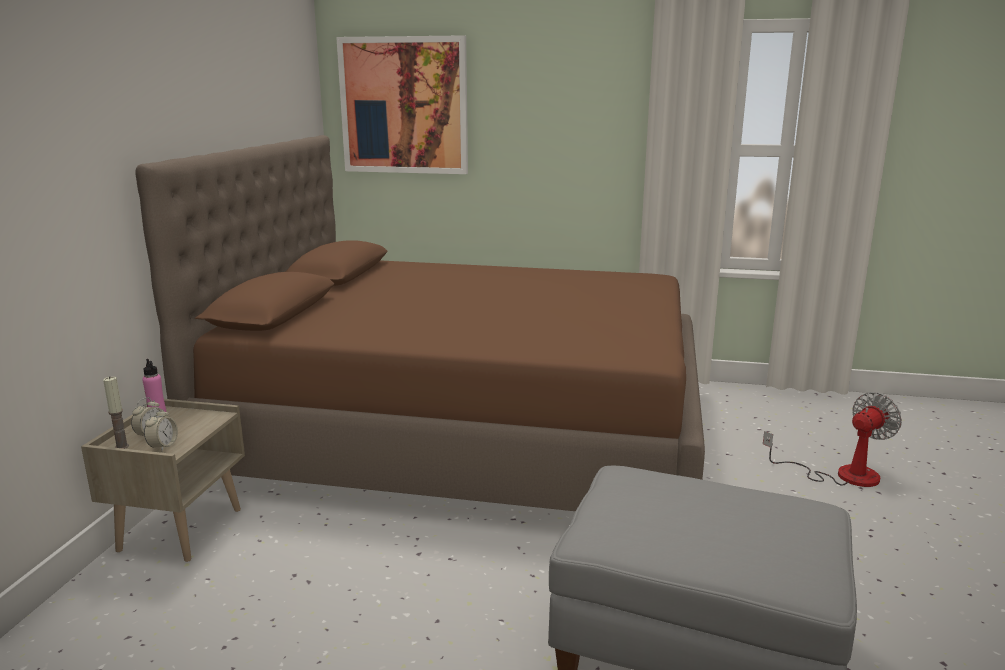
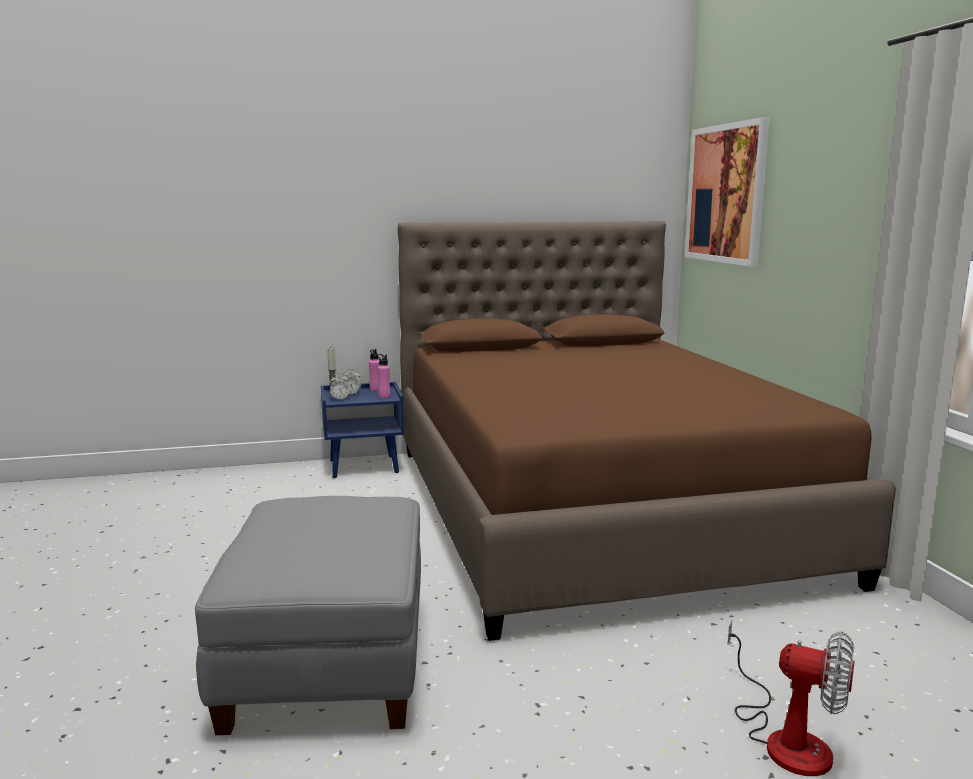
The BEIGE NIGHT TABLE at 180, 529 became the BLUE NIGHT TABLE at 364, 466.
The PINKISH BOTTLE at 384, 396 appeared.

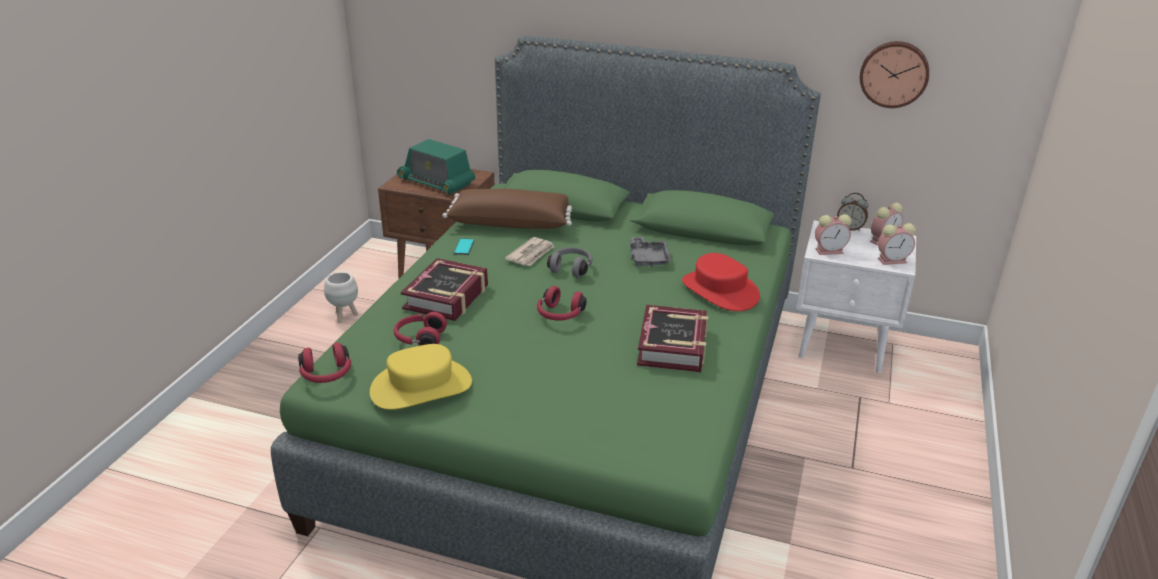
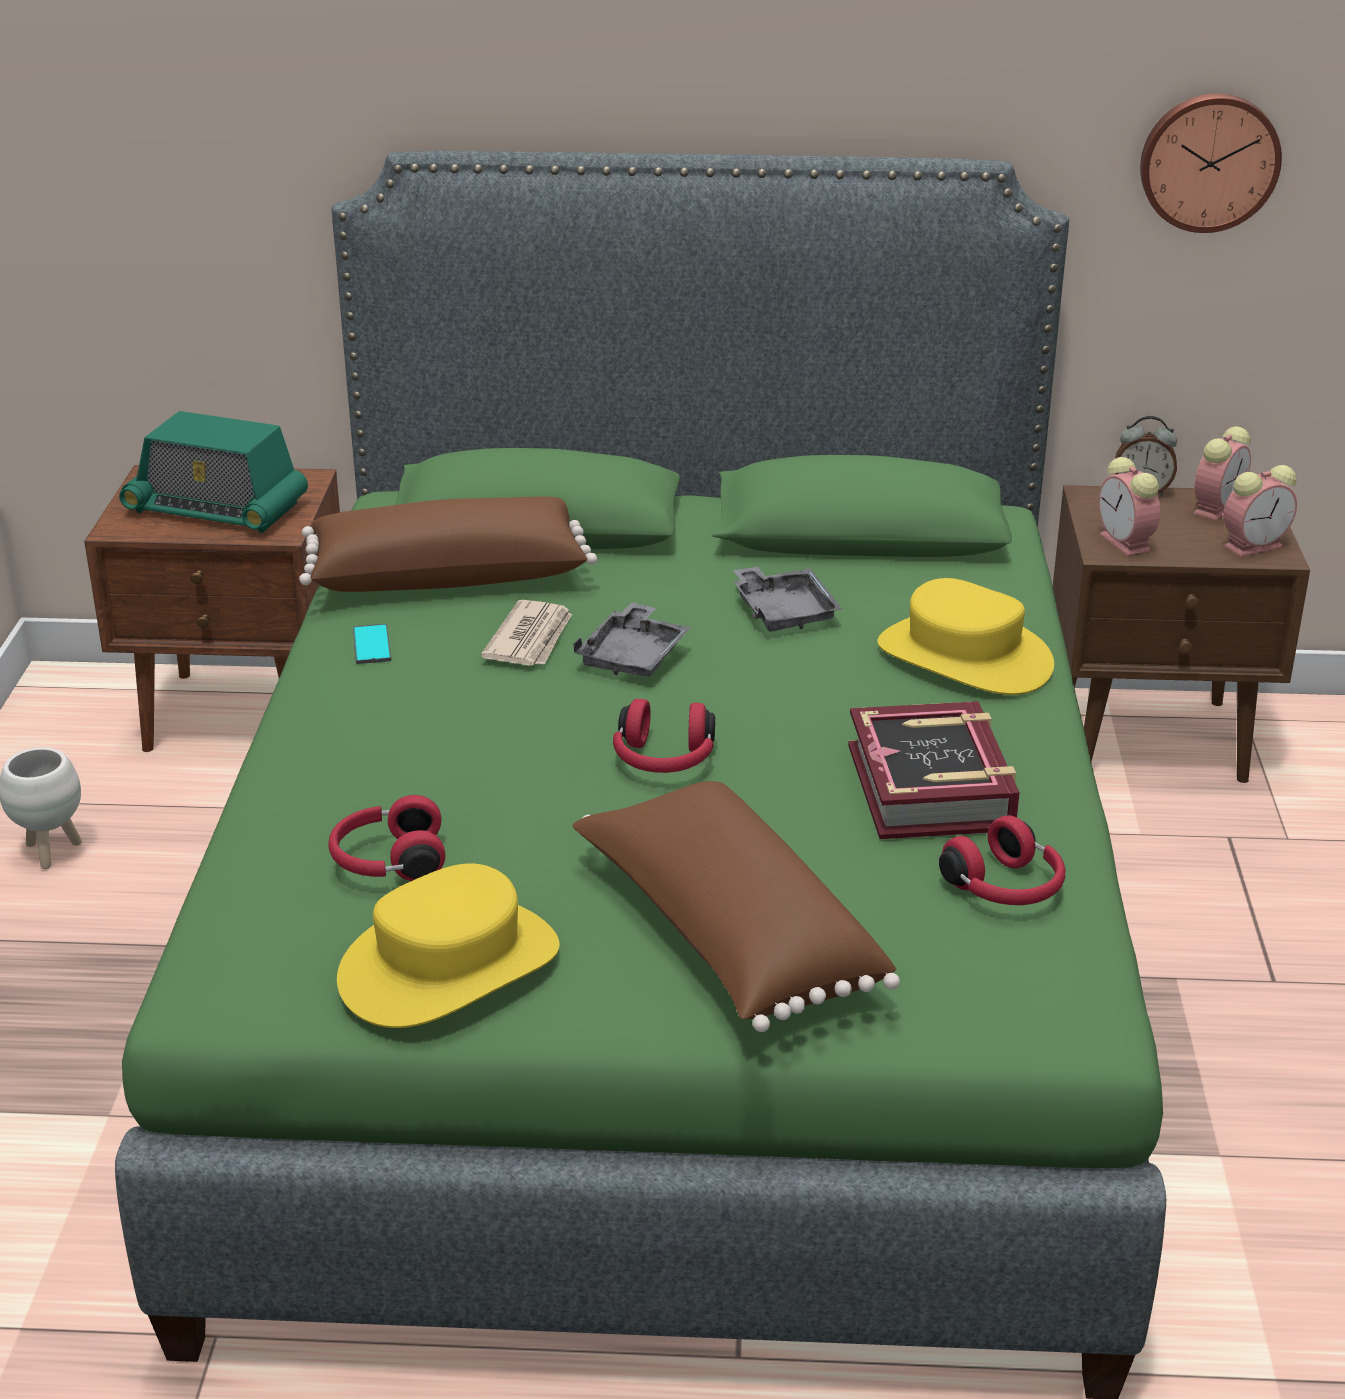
The ALARM CLOCK at 830, 251 turned 90 degrees clockwise.
The WHITISH NIGHT TABLE at 843, 346 became the BROWN NIGHT TABLE at 1155, 739.
The GRAY HEADSET at 571, 268 was replaced by the GRAY CARRYING TRAY at 634, 657.
The RED HAT at 719, 290 became the YELLOW-COLOURED HAT at 963, 657.
The VOLUME at 447, 297 disappeared.
The RED HEADSET moved from 326, 375 to 1005, 889.
The BROWN THROW PILLOW at 726, 936 appeared.

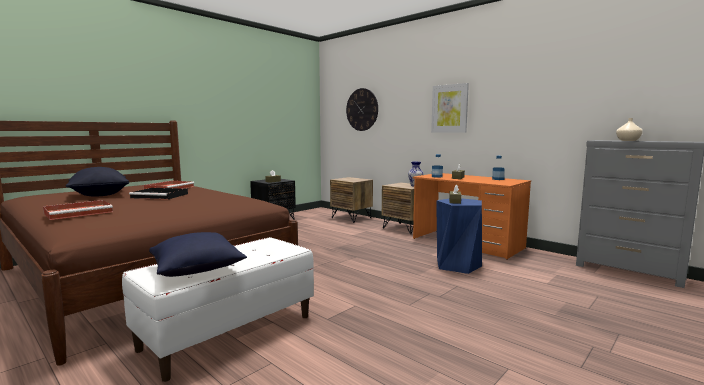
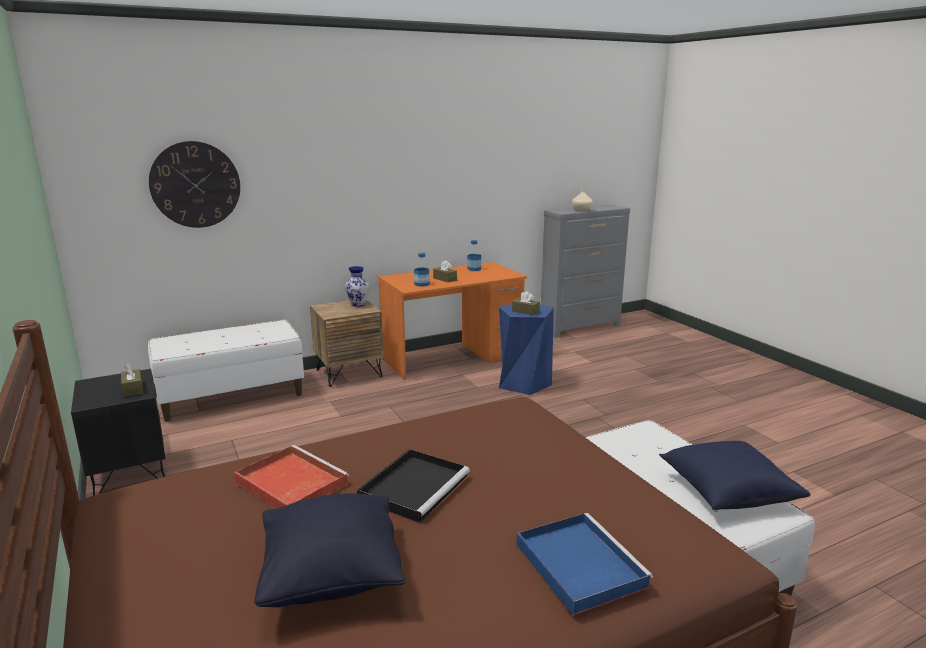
The WALL ART at 449, 108 disappeared.
The BROWN NIGHT TABLE at 351, 218 was replaced by the WHITISH BENCH at 232, 396.
The RED CARRYING TRAY at 80, 212 became the BLUE CARRYING TRAY at 577, 564.

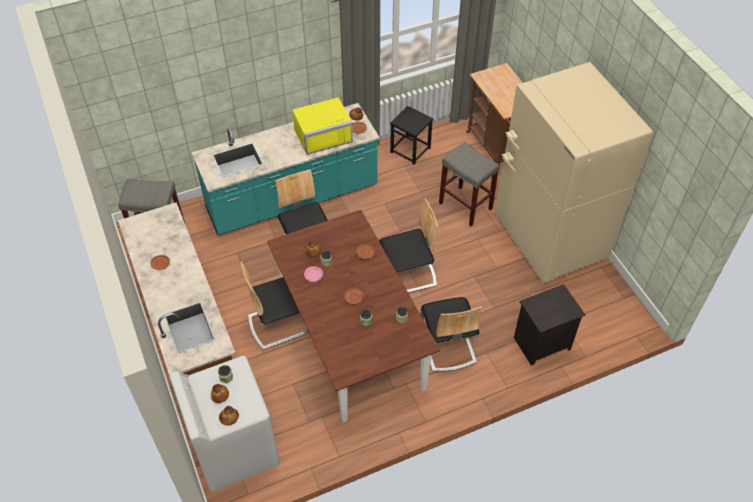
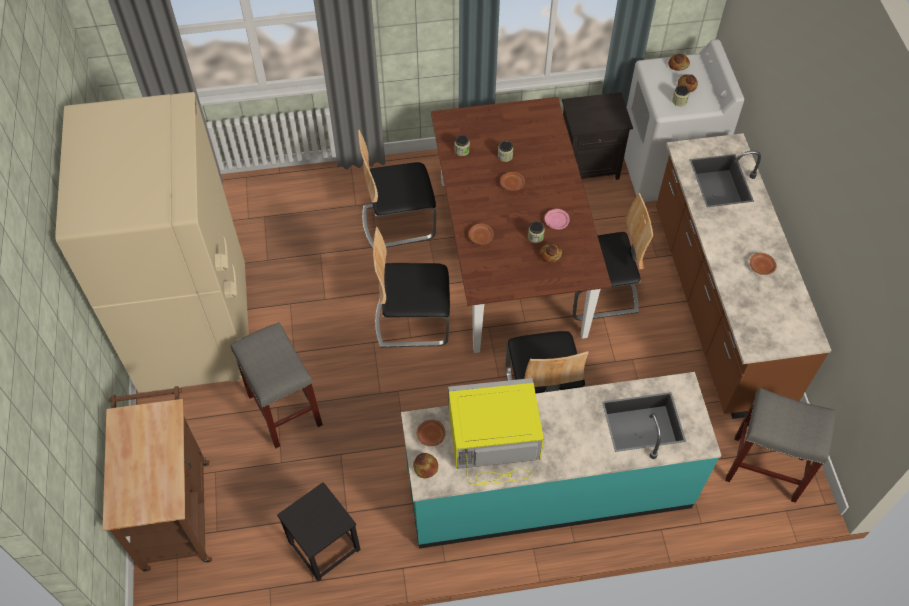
The BLACK-COLOURED NIGHT TABLE moved from 541, 344 to 589, 165.
The UPRIGHT CHAIR at 447, 345 turned 105 degrees counterclockwise.

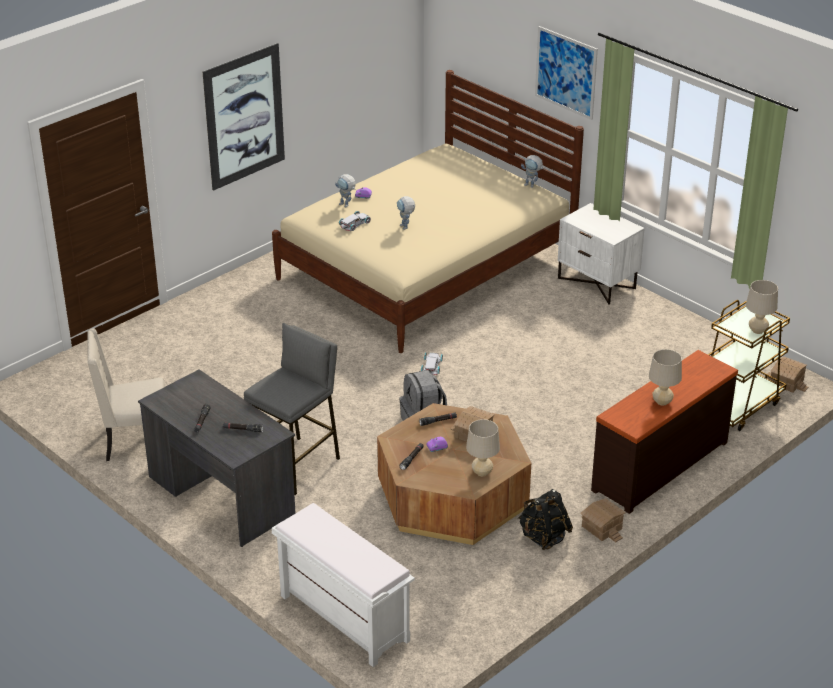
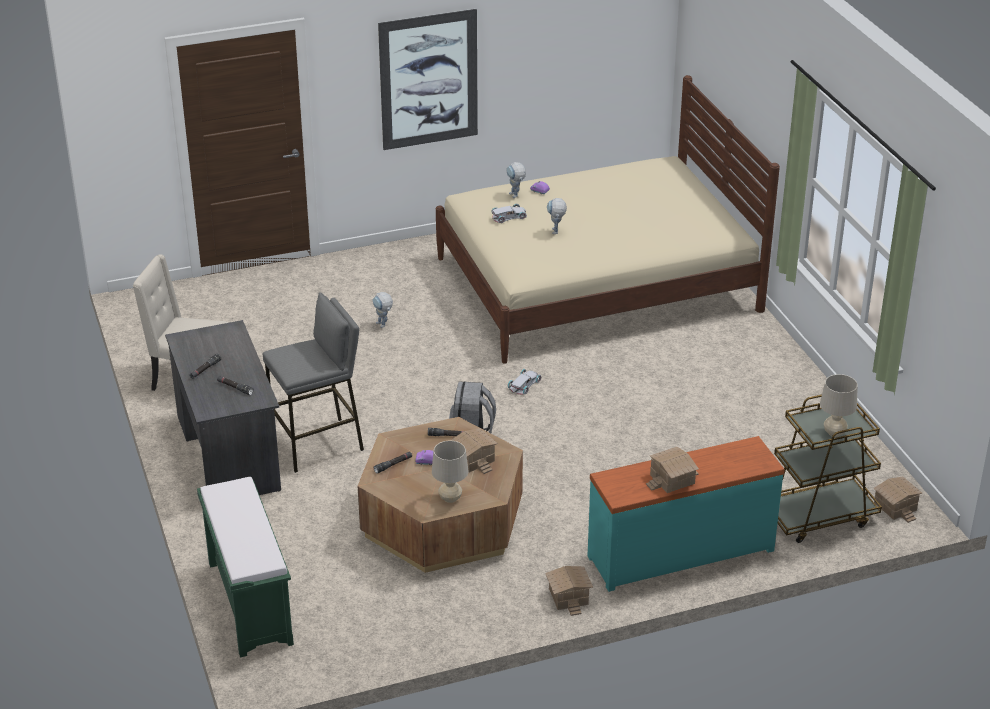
The WALL ART at 566, 72 disappeared.
The ROBOT FIGURE moved from 532, 186 to 383, 326.
The WHITISH NIGHT TABLE at 597, 283 disappeared.
The BEIGE TABLETOP LAMP at 662, 402 was replaced by the MODEL HOUSE at 671, 479.
The BROWN CHEST OF DRAWERS at 658, 465 became the BLUE-GREEN CHEST OF DRAWERS at 679, 552.
The BLACK-COLOURED BACKPACK at 543, 537 disappeared.
The WHITISH BENCH at 342, 618 became the GREENISH BENCH at 248, 602.

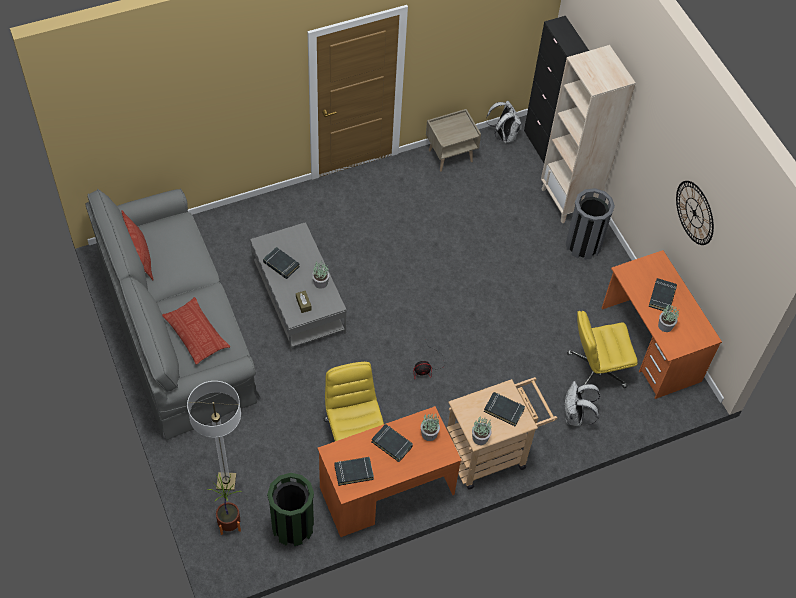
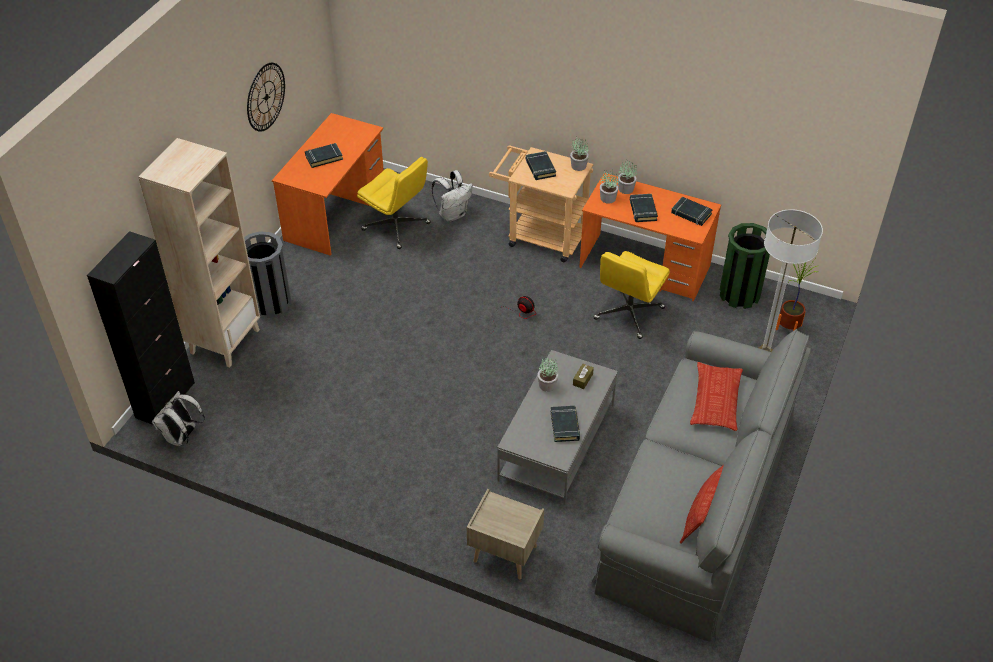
The BEIGE NIGHT TABLE moved from 450, 155 to 504, 554.
The POTTED PLANT moved from 665, 326 to 626, 189.

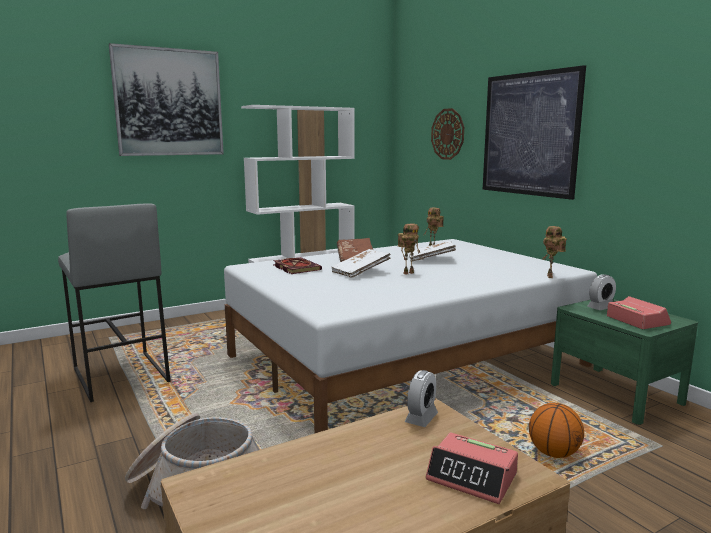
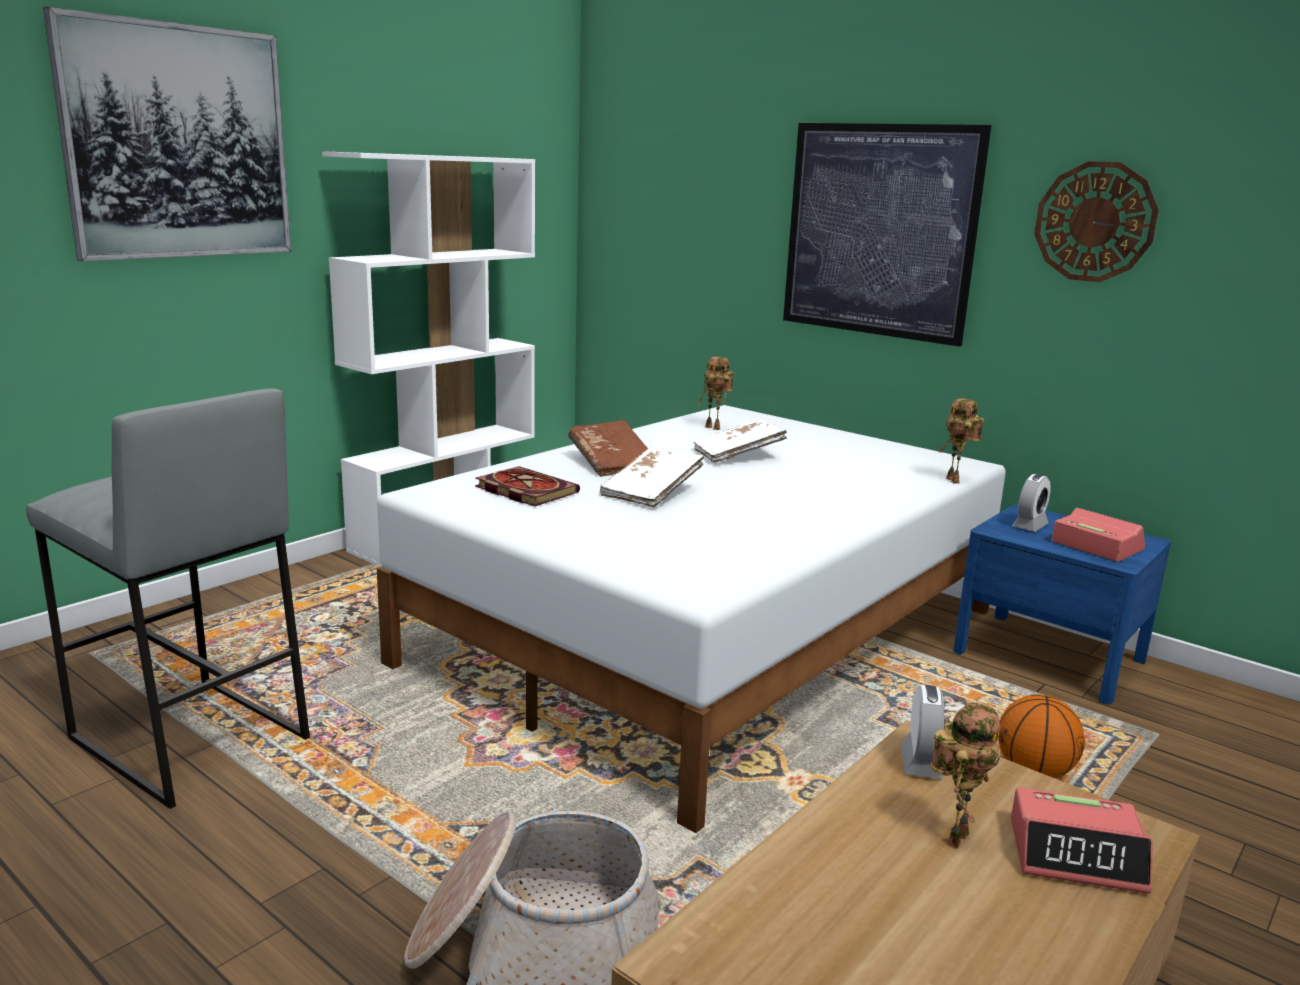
The WALL CLOCK moved from 448, 134 to 1095, 222.
The ROBOT FIGURE moved from 408, 273 to 954, 836.
The GREENISH NIGHT TABLE at 615, 393 became the BLUE NIGHT TABLE at 1049, 656.

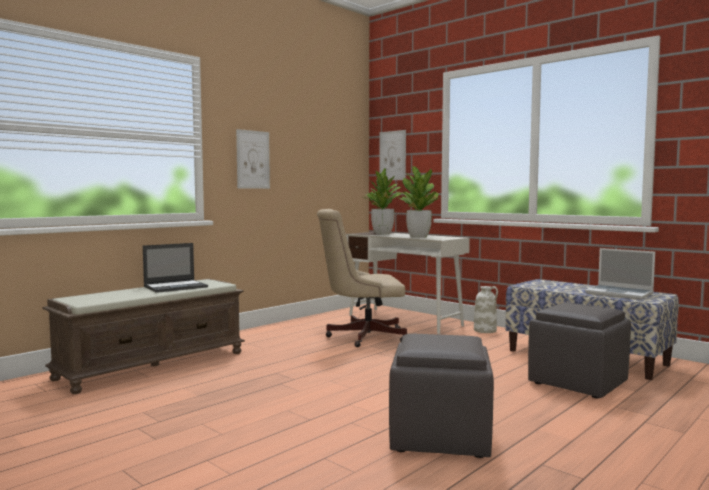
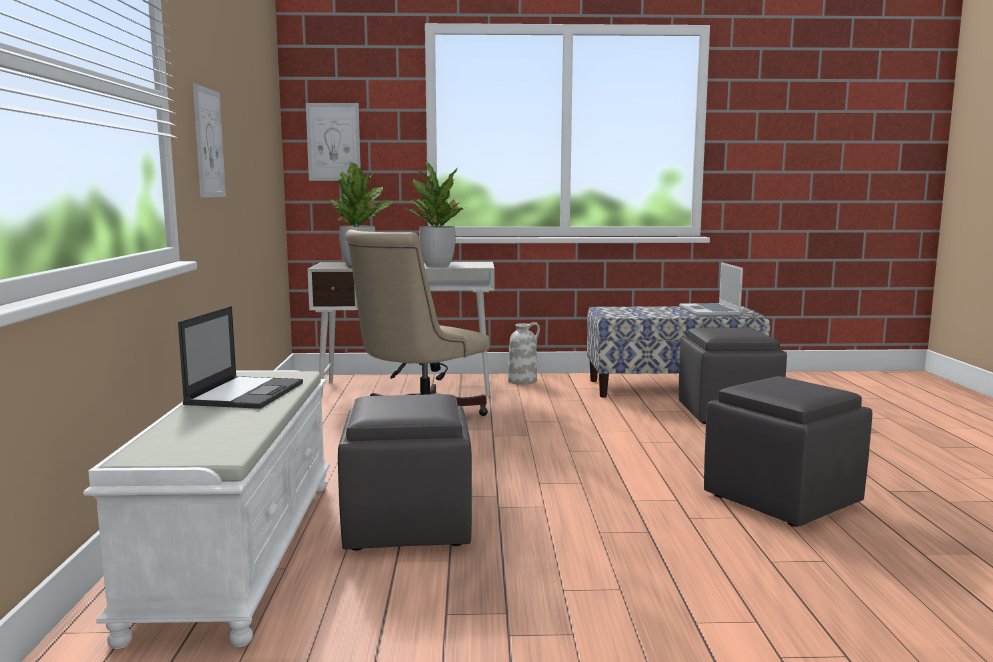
The LAPTOP at 620, 293 turned 90 degrees clockwise.
The BROWN BENCH at 153, 365 became the WHITISH BENCH at 238, 549.
The GRAY FOOTREST at 409, 524 appeared.

